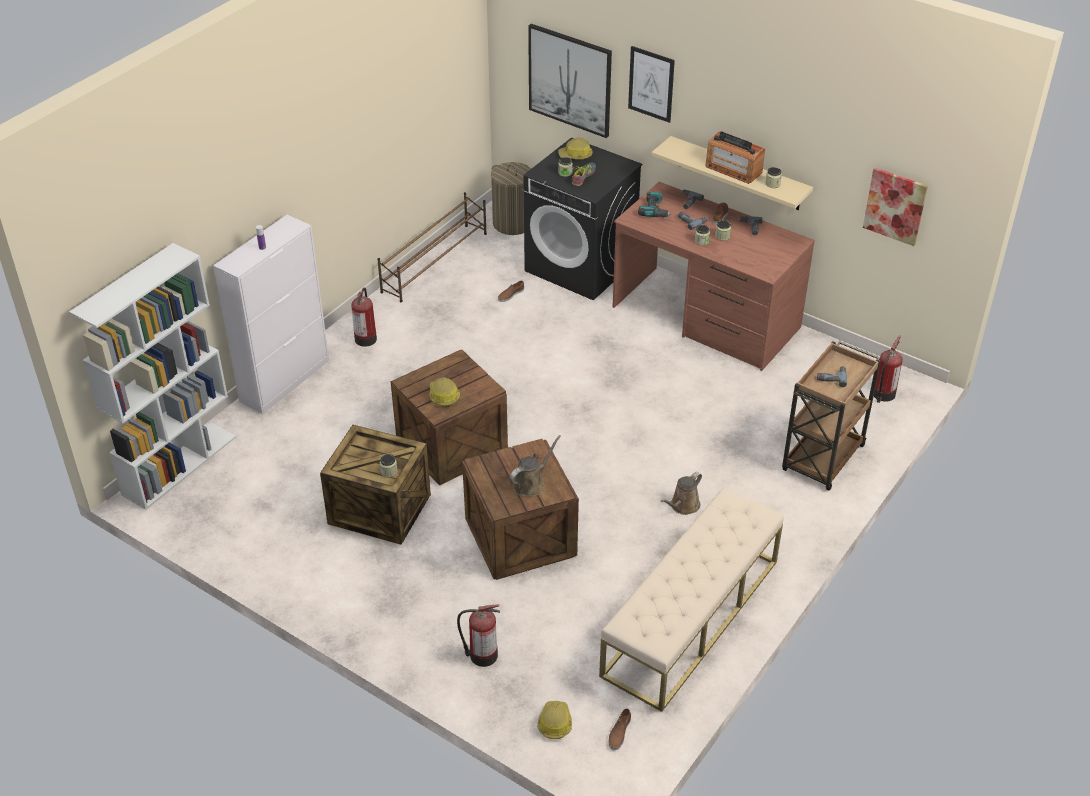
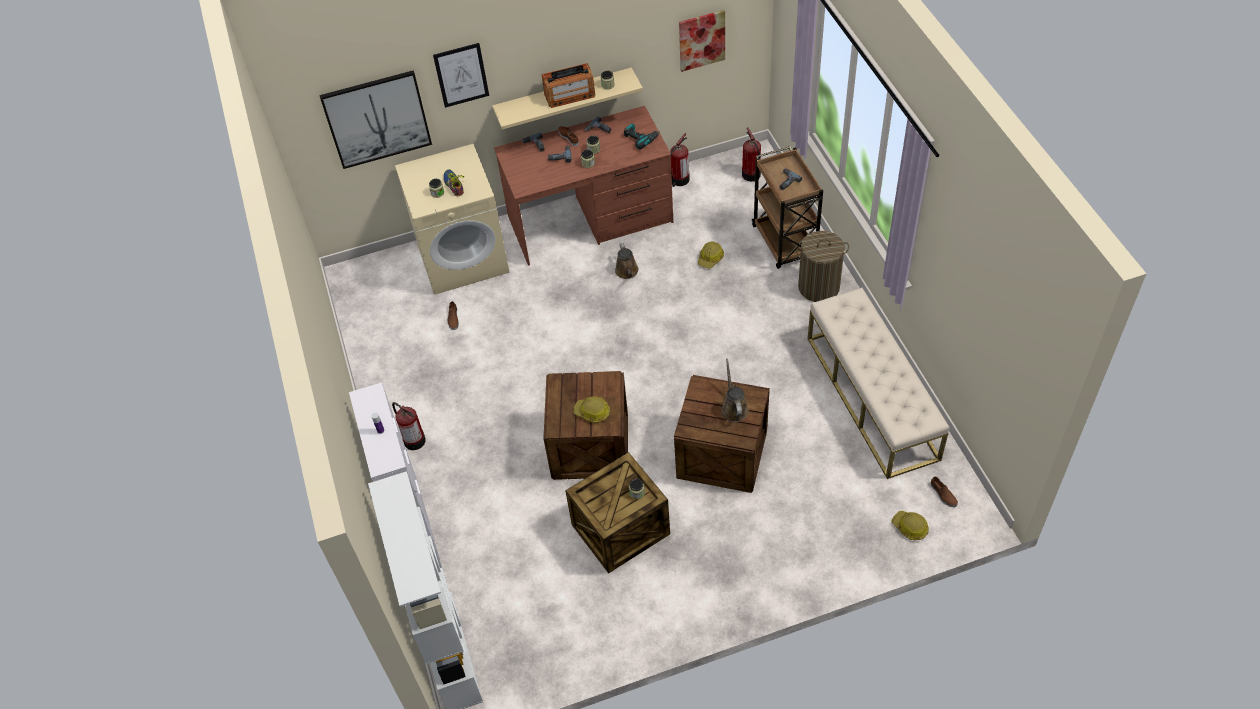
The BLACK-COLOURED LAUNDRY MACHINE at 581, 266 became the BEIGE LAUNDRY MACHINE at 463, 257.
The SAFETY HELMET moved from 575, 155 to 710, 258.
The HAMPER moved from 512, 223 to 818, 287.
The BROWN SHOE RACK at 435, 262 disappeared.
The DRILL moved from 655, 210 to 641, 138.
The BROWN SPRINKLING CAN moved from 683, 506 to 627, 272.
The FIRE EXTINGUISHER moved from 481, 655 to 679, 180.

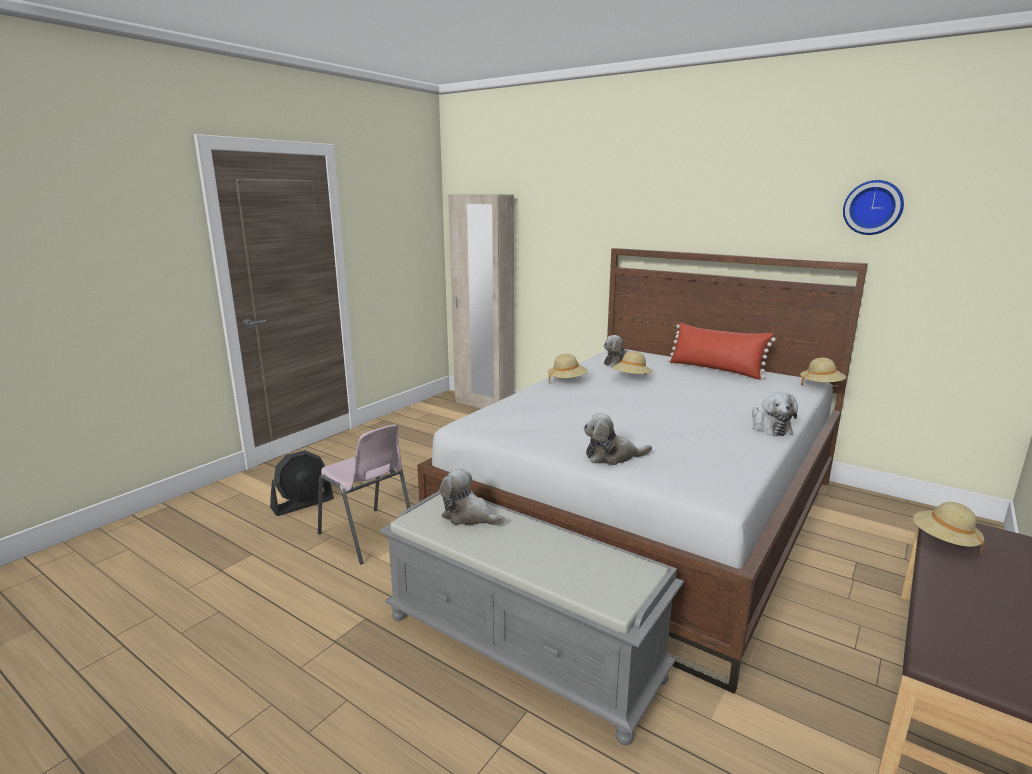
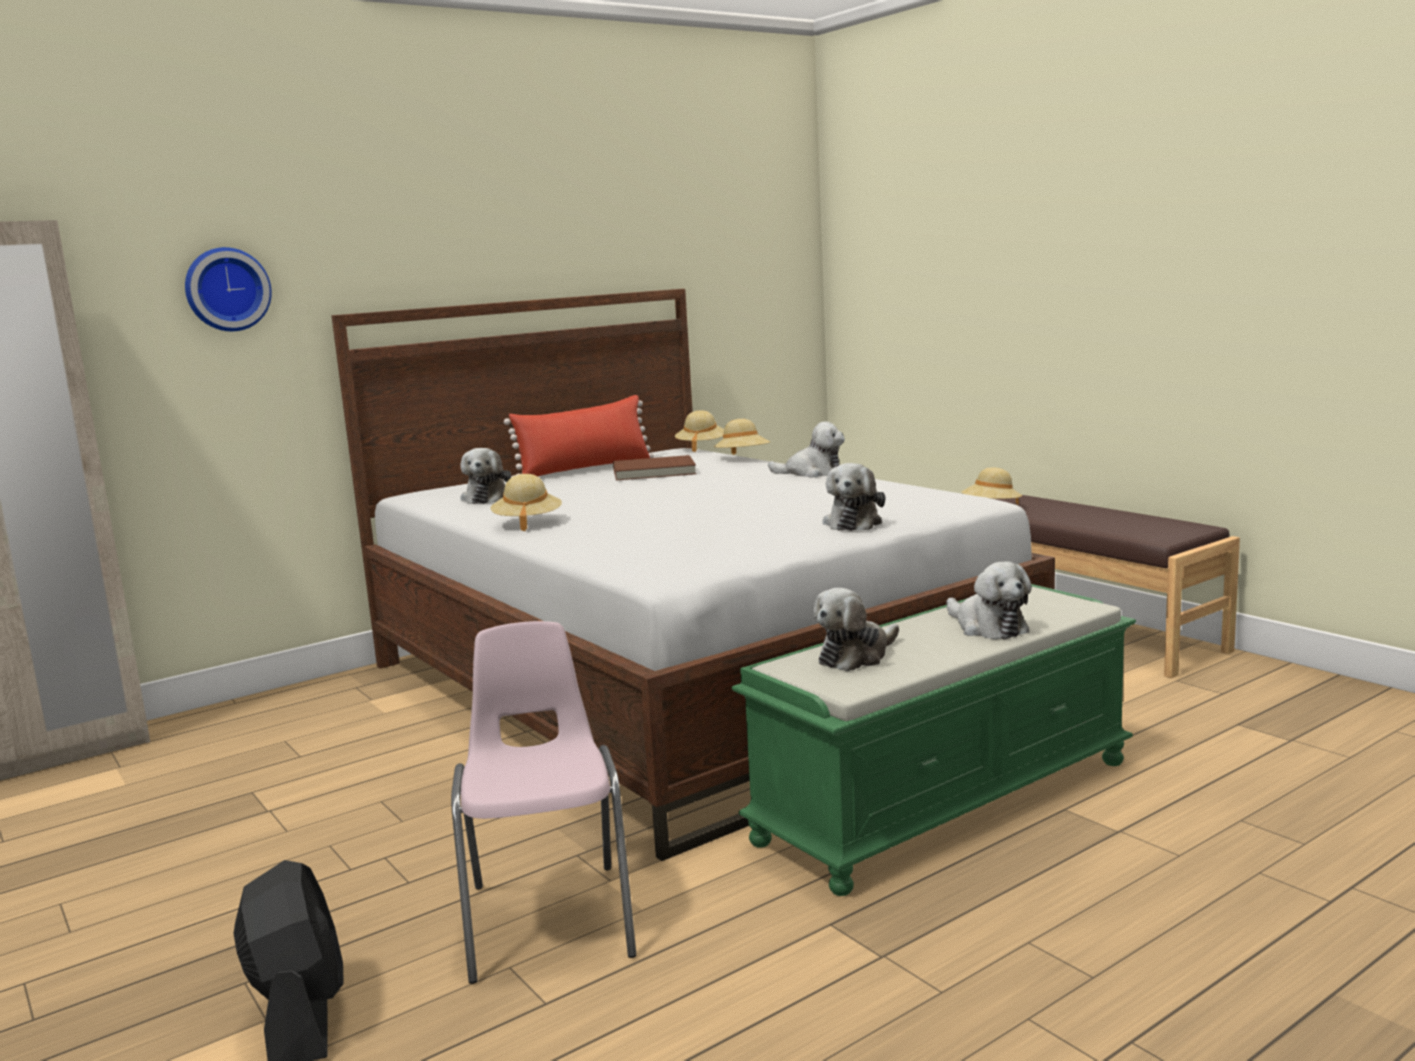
The WALL CLOCK moved from 873, 207 to 227, 289.
The BEIGE HAT moved from 631, 378 to 742, 458.
The PINKISH UPRIGHT CHAIR at 368, 536 turned 75 degrees counterclockwise.
The GRAY BENCH at 523, 646 became the GREENISH BENCH at 945, 799.
The BROWN VOLUME at 654, 472 appeared.
The CUDDLY TOY at 987, 627 appeared.

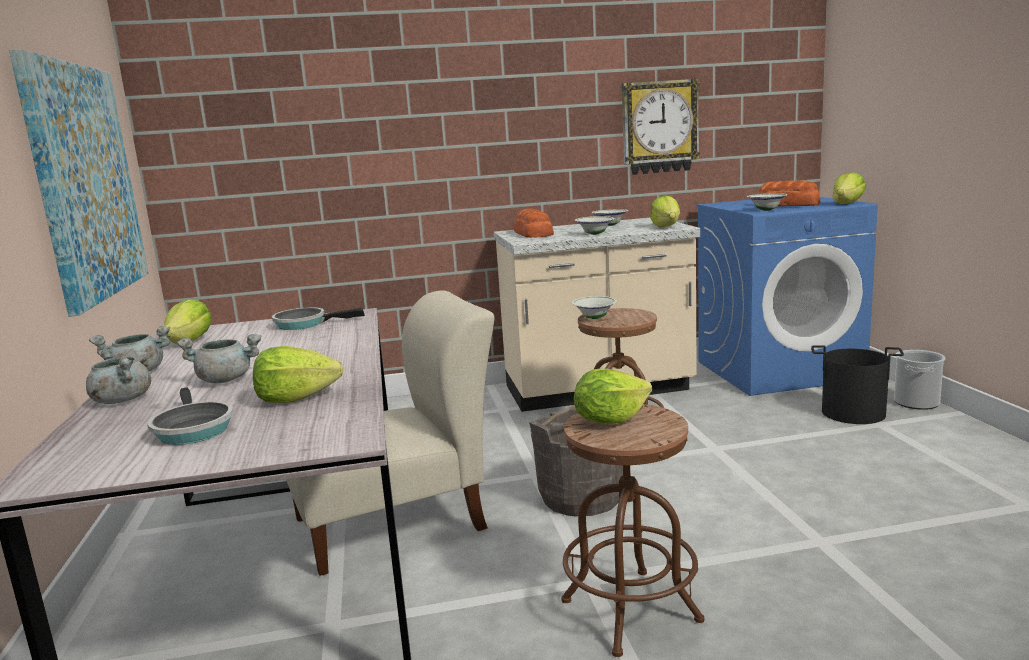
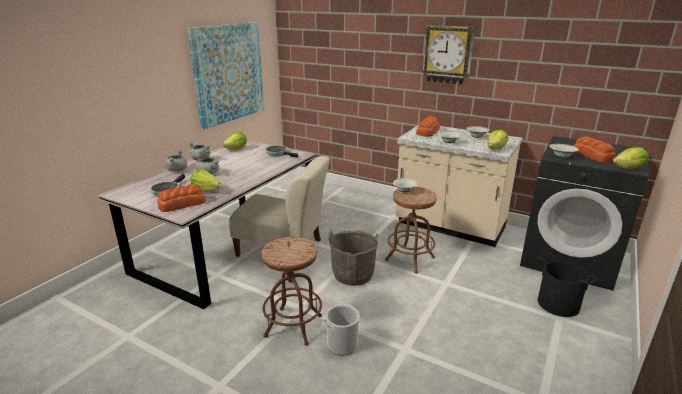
The WALL CLOCK moved from 659, 127 to 448, 54.
The BLUE LAUNDRY MACHINE at 778, 370 became the BLACK-COLOURED LAUNDRY MACHINE at 569, 259.
The PAIL moved from 916, 402 to 342, 345.
The LETTUCE at 610, 420 disappeared.
The BAKED BREAD at 181, 204 appeared.

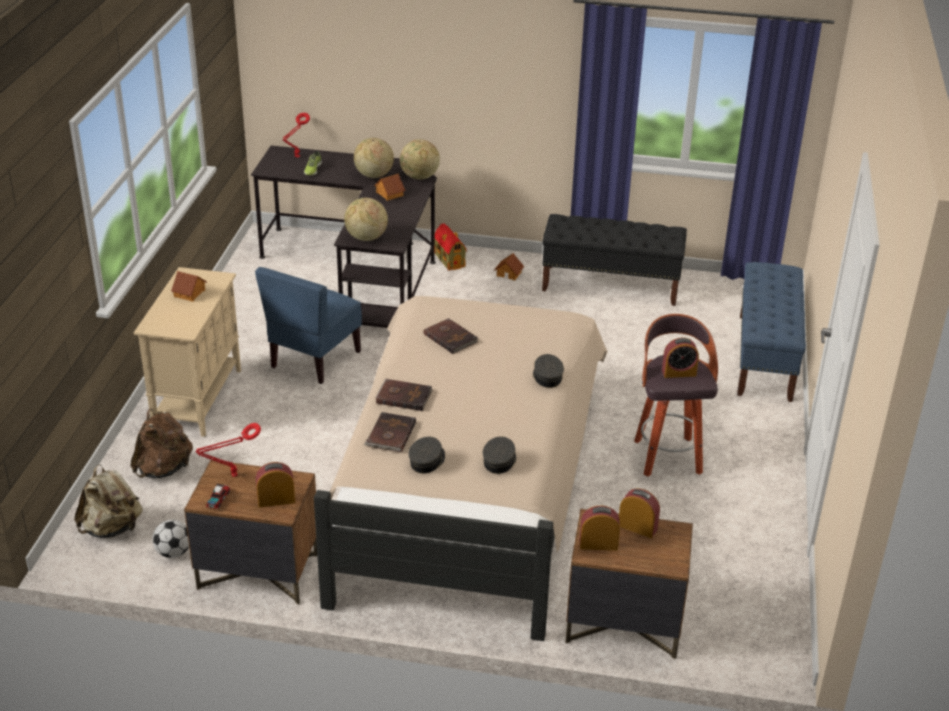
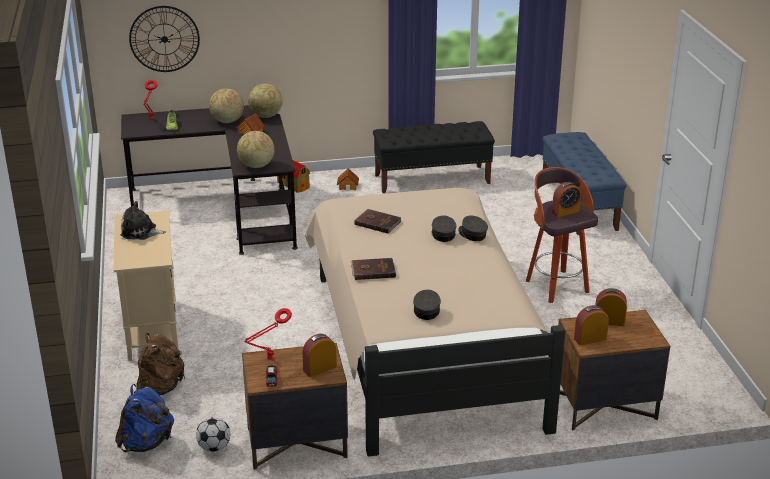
The BLUE UPRIGHT CHAIR at 314, 359 disappeared.
The MODEL HOUSE at 190, 293 was replaced by the CUDDLY TOY at 140, 232.
The BROWN VOLUME at 390, 434 disappeared.
The GRAY CAP moved from 499, 461 to 443, 234.
The BEIGE BACKPACK at 112, 528 became the BLUE BACKPACK at 146, 443.
The WALL CLOCK at 164, 39 appeared.

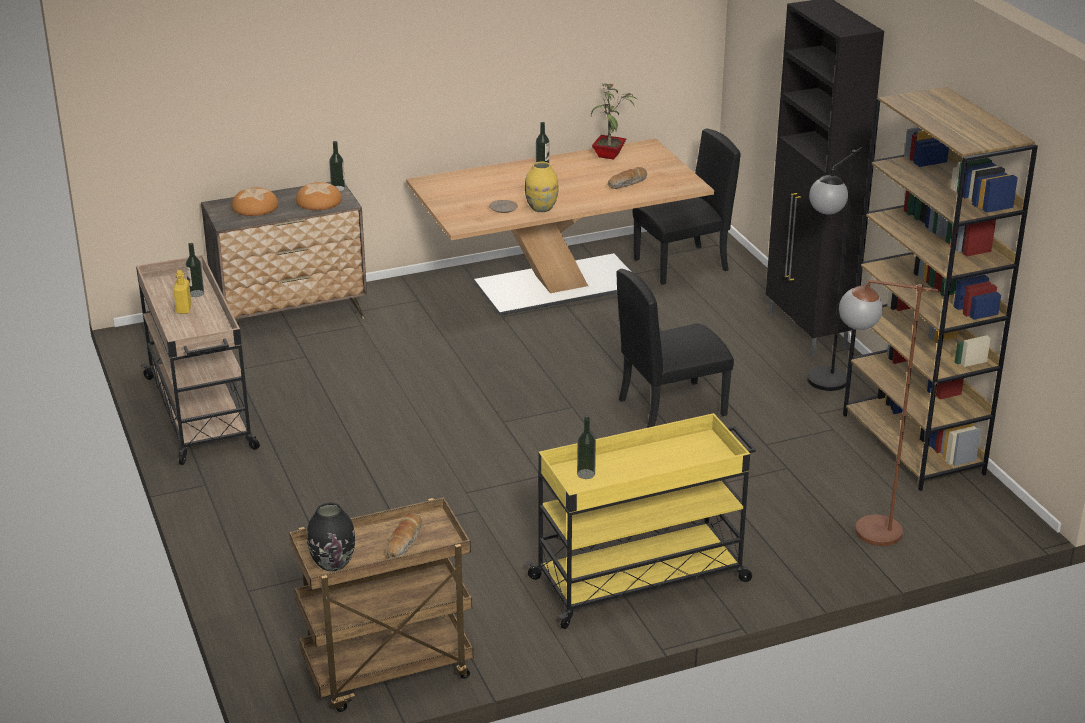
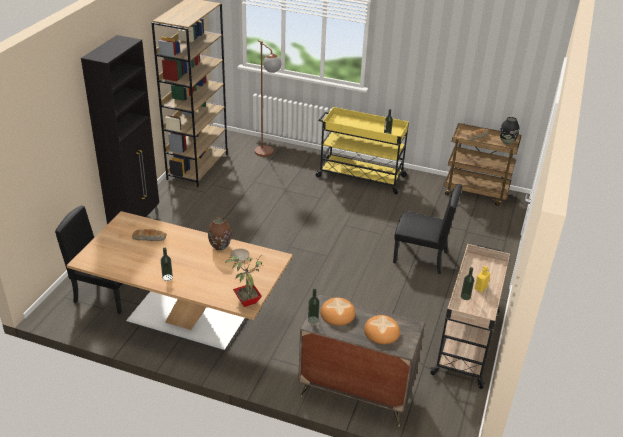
The POTTED PLANT moved from 610, 156 to 247, 300.
The BLACK-COLOURED STANDING LAMP at 820, 386 disappeared.
The YELLOW-COLOURED FLOWER VASE at 542, 208 became the BROWN FLOWER VASE at 220, 246.
The BLACK-COLOURED UPRIGHT CHAIR moved from 671, 407 to 420, 257.

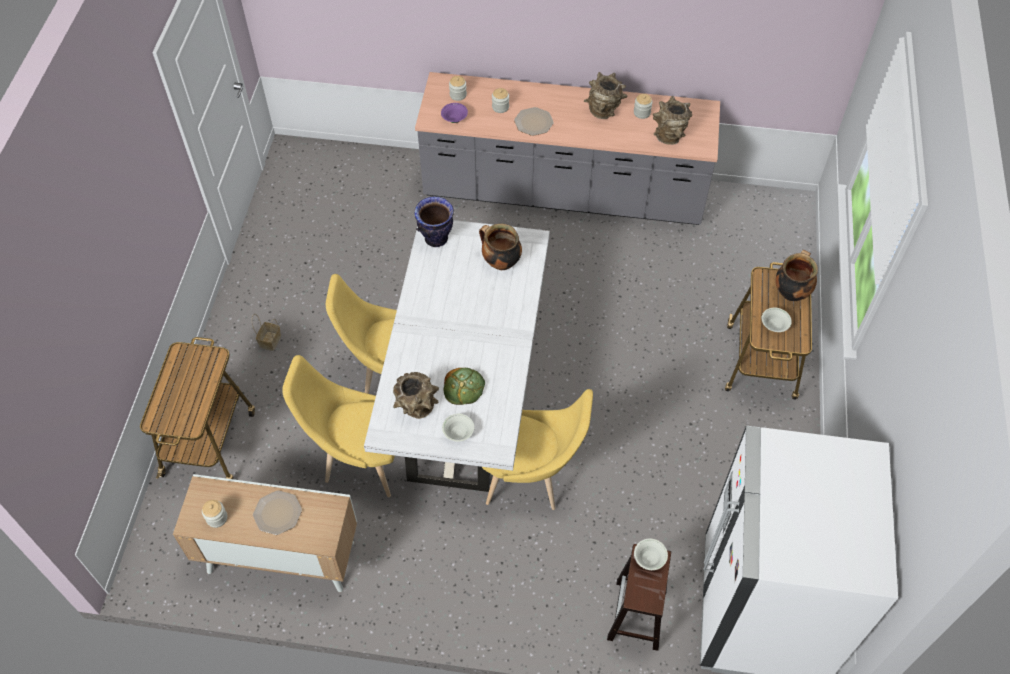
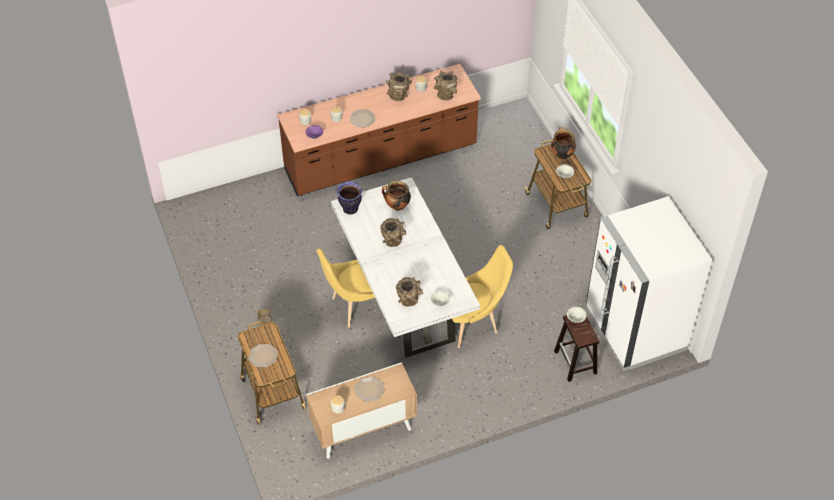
The GRAY COUNTER at 563, 194 became the BROWN COUNTER at 381, 160.
The YELLOW-COLOURED UPRIGHT CHAIR at 359, 459 disappeared.
The BAKED BREAD at 464, 388 disappeared.
The BROWN FLOWER VASE at 393, 242 appeared.
The PLATE at 263, 356 appeared.

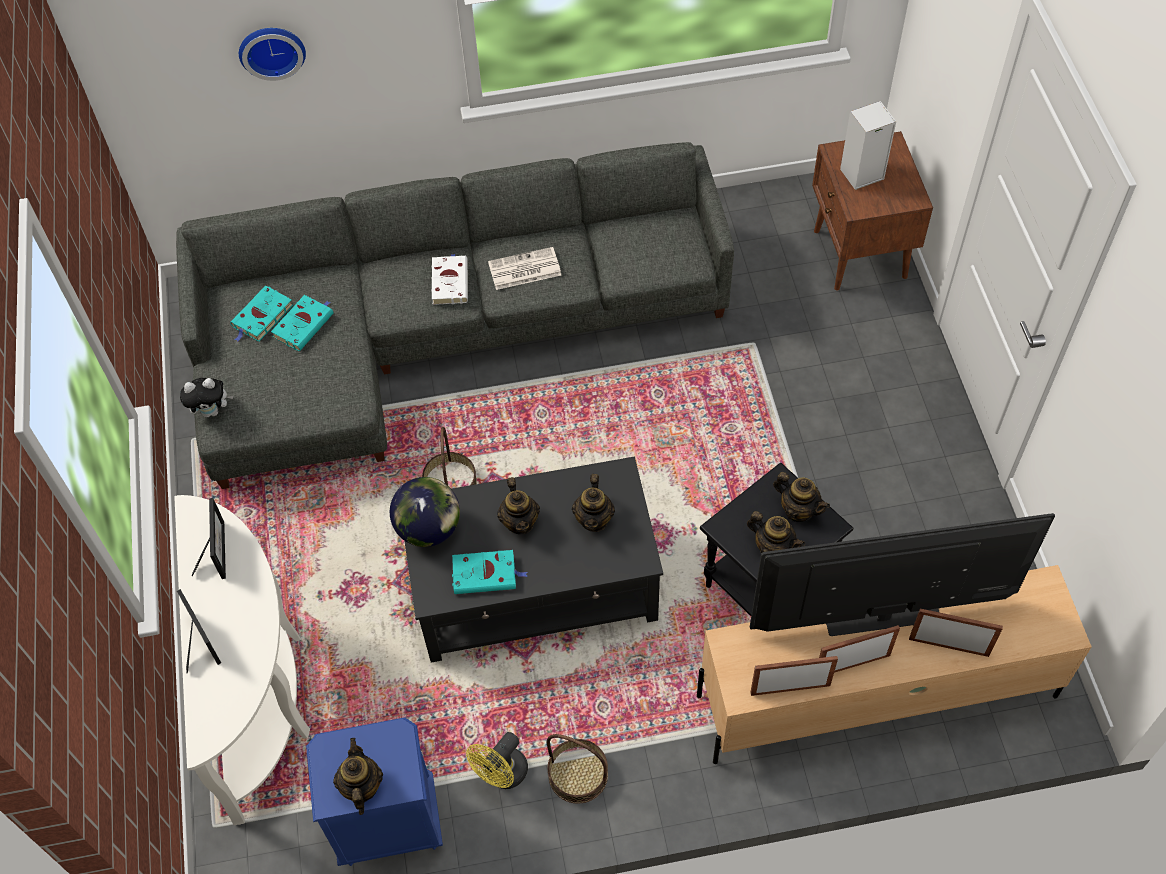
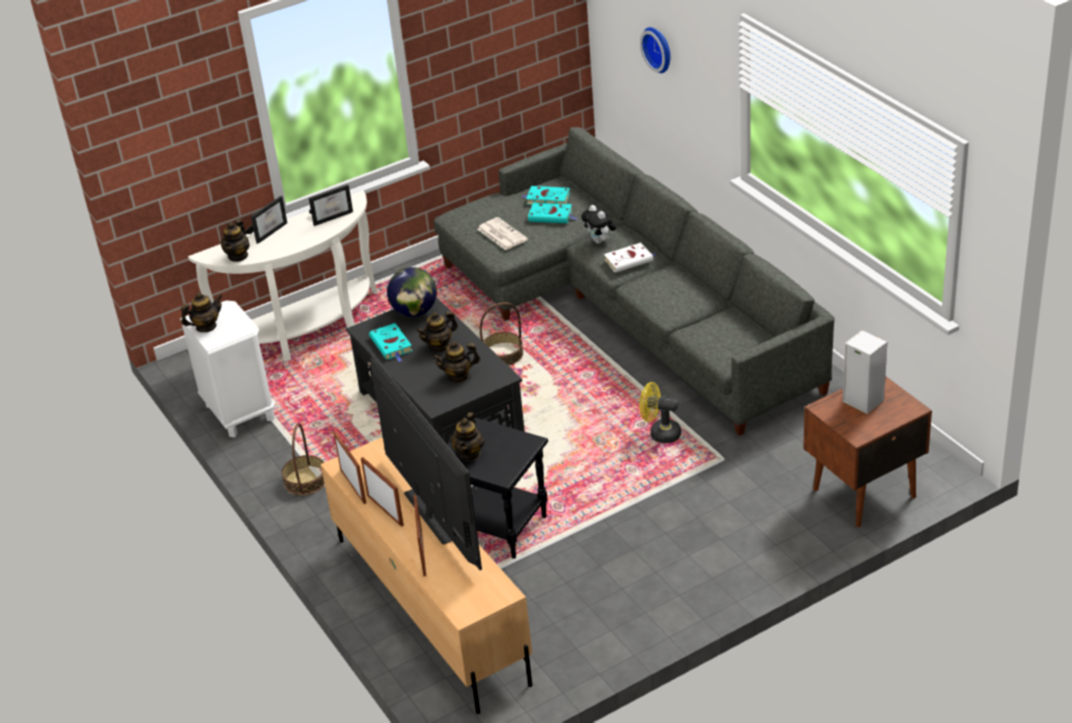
The PRINTED PAPER moved from 524, 270 to 501, 234.
The CUDDLY TOY moved from 212, 411 to 600, 241.
The TEAPOT moved from 798, 510 to 238, 256.
The BLUE NIGHT TABLE at 388, 824 became the WHITISH NIGHT TABLE at 239, 412.
The YELLOW-COLOURED FAN moved from 502, 775 to 660, 433.

